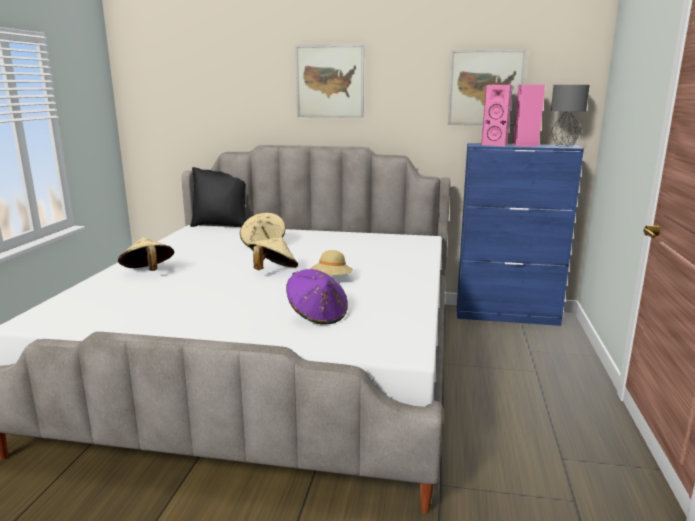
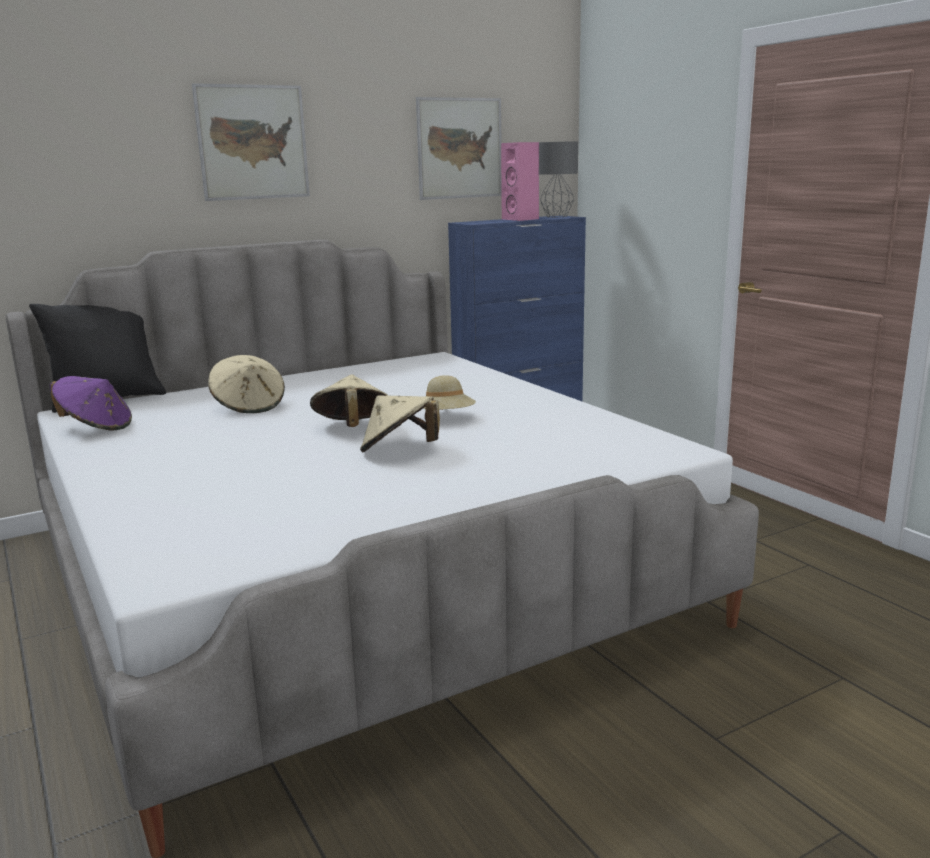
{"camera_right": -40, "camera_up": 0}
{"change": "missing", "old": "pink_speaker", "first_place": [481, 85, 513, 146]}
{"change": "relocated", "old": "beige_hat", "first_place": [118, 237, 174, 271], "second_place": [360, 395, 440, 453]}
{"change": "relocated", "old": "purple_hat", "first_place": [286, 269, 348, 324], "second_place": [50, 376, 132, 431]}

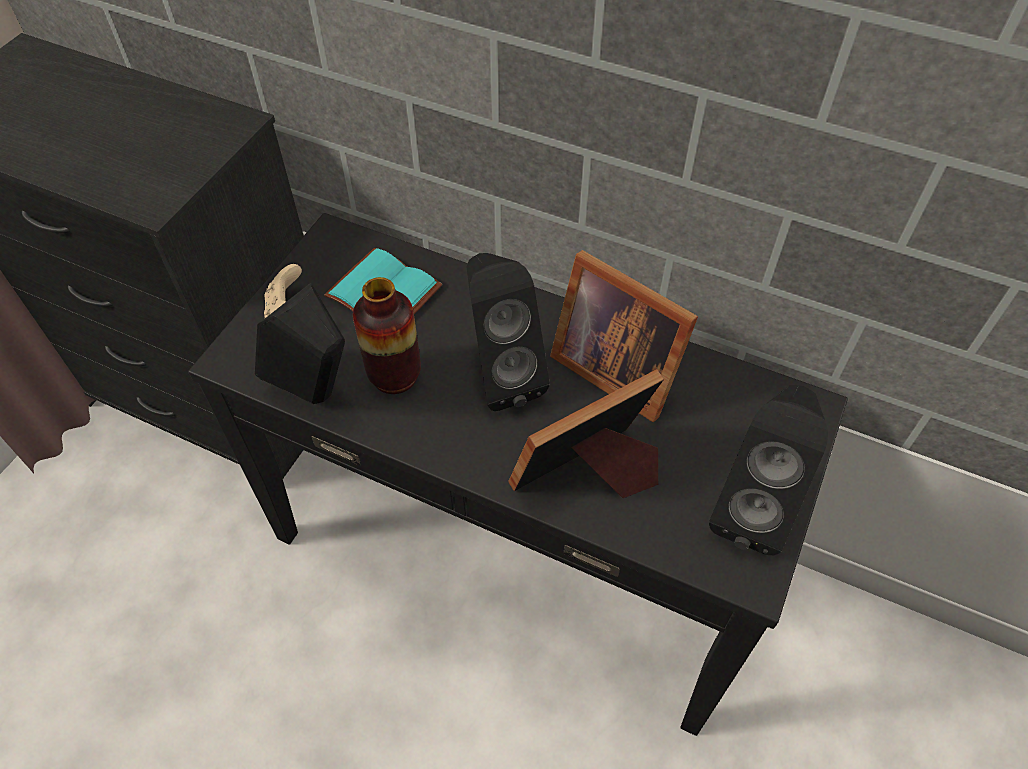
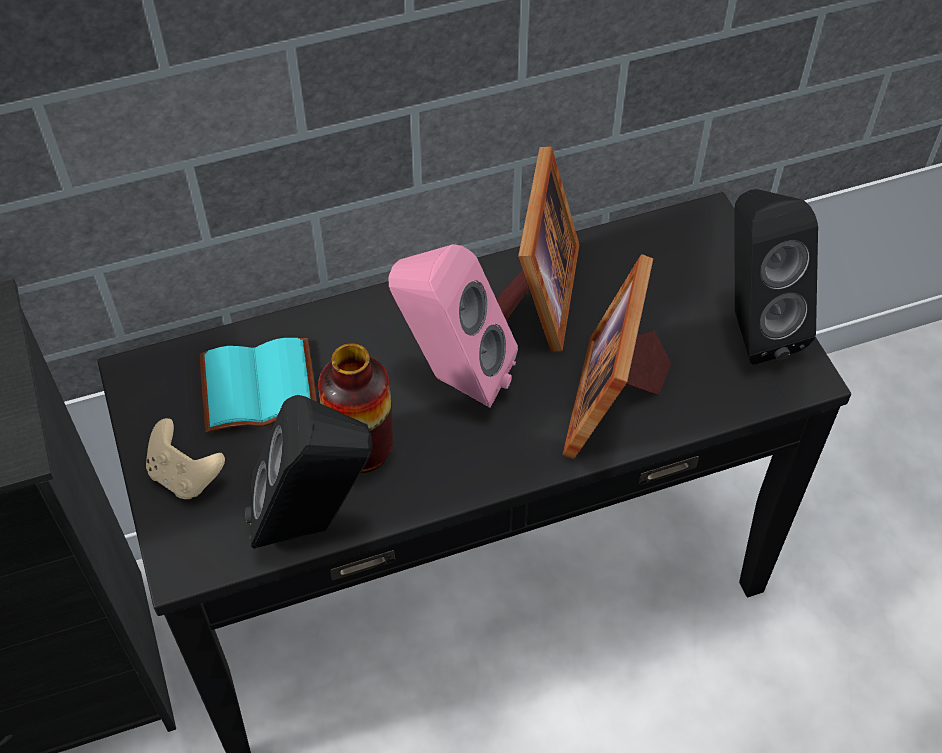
{"camera_right": -45, "camera_up": 0}
{"change": "colour", "old": "black_speaker", "new": "pink_speaker", "first_place": [467, 253, 550, 411], "second_place": [388, 244, 518, 408]}
{"change": "spun", "old": "picture_frame", "first_place": [550, 250, 698, 422], "second_place": [496, 146, 580, 352], "degrees": -75}

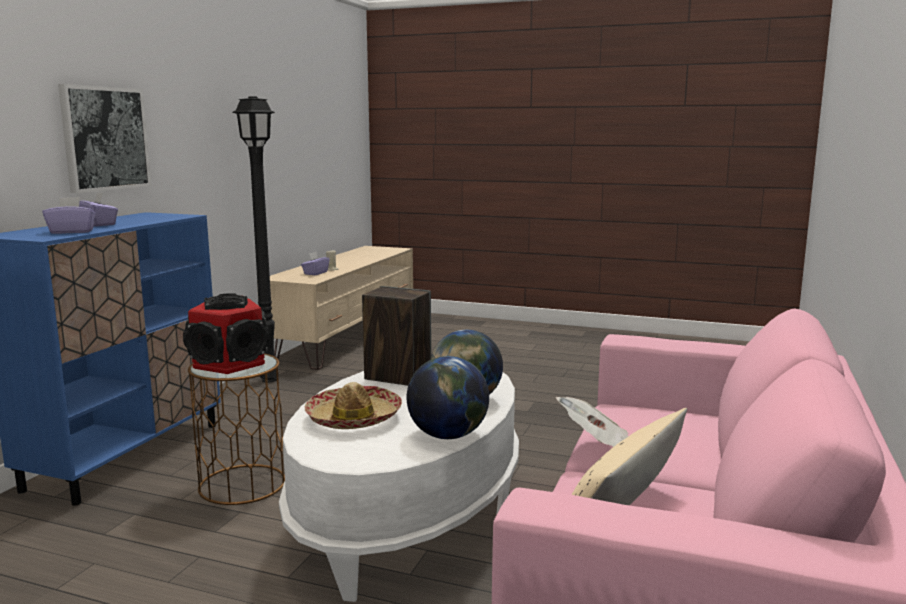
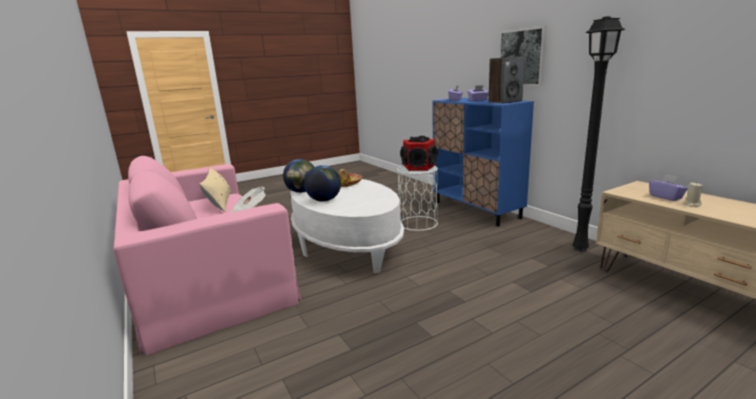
{"camera_right": 130, "camera_up": 5}
{"change": "relocated", "old": "speaker", "first_place": [362, 286, 431, 386], "second_place": [488, 56, 525, 104]}
{"change": "colour", "old": "brown_side_table", "new": "white_side_table", "first_place": [188, 354, 285, 505], "second_place": [397, 166, 438, 231]}

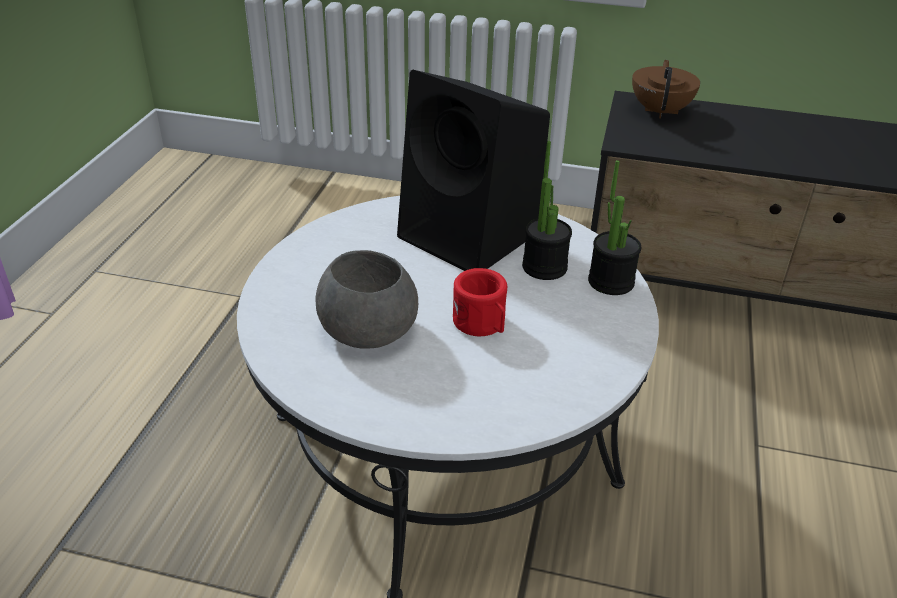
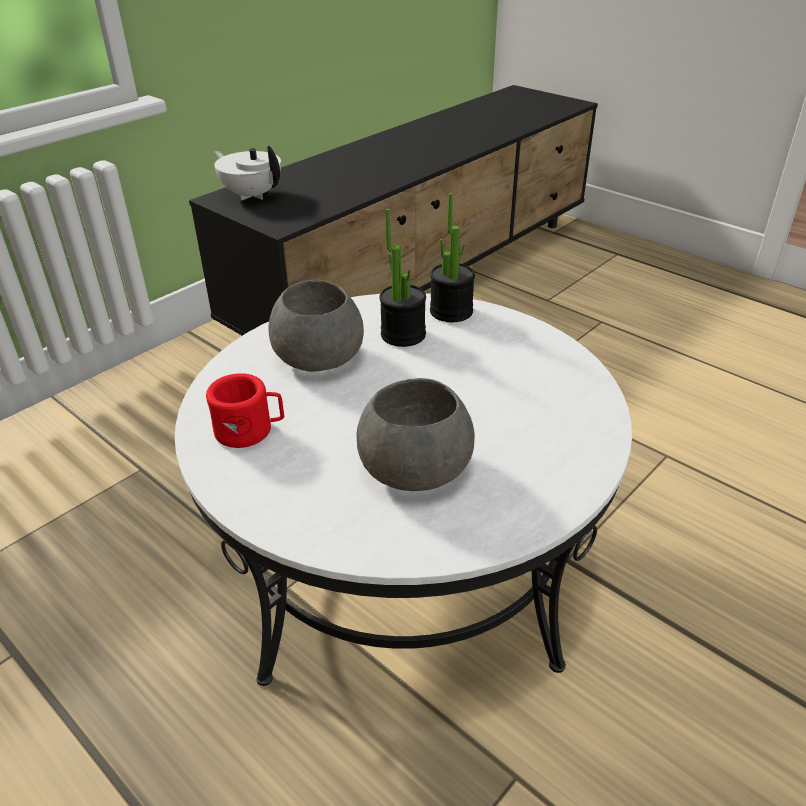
{"camera_right": -60, "camera_up": 0}
{"change": "relocated", "old": "red_mug", "first_place": [453, 268, 507, 336], "second_place": [206, 373, 284, 448]}
{"change": "exchanged", "old": "black_speaker", "new": "grey_bowl", "first_place": [397, 70, 550, 271], "second_place": [268, 280, 364, 372]}
{"change": "colour", "old": "brown_teapot", "new": "white_teapot", "first_place": [632, 60, 700, 118], "second_place": [214, 146, 281, 201]}

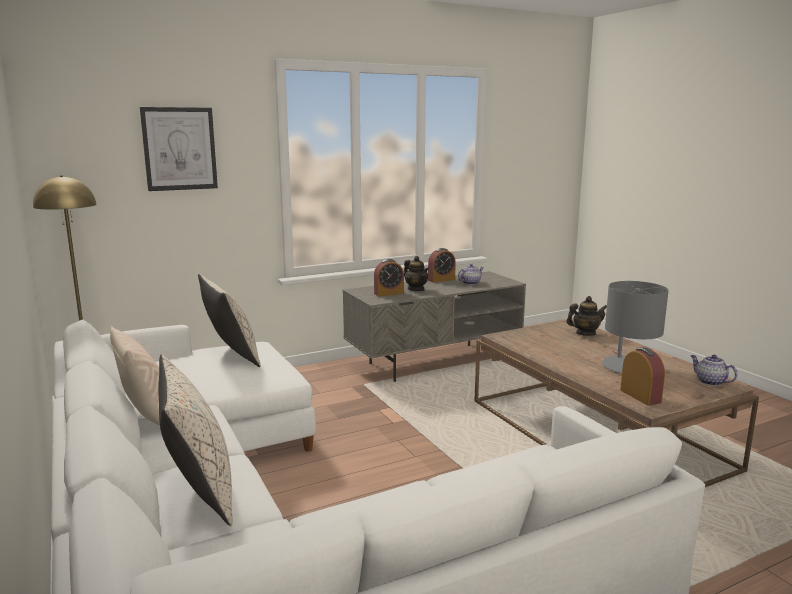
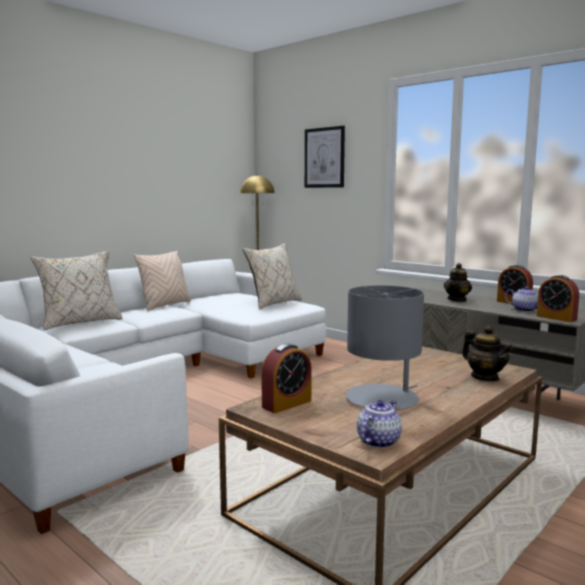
{"camera_right": 70, "camera_up": -5}
{"change": "relocated", "old": "alarm_clock", "first_place": [374, 259, 404, 296], "second_place": [537, 275, 579, 322]}

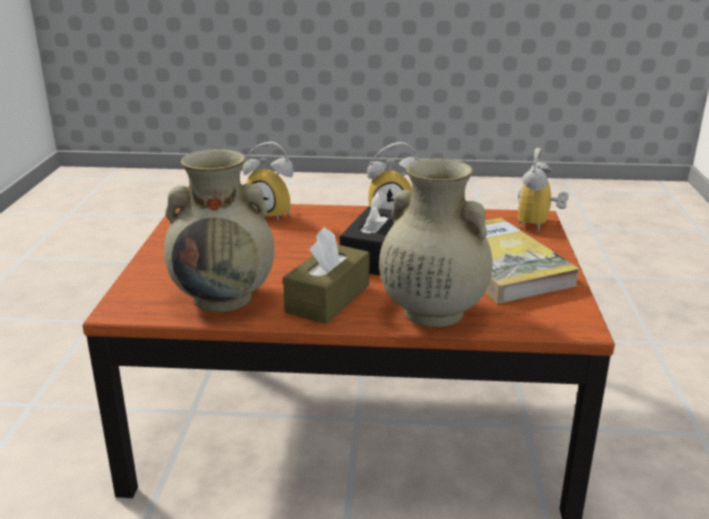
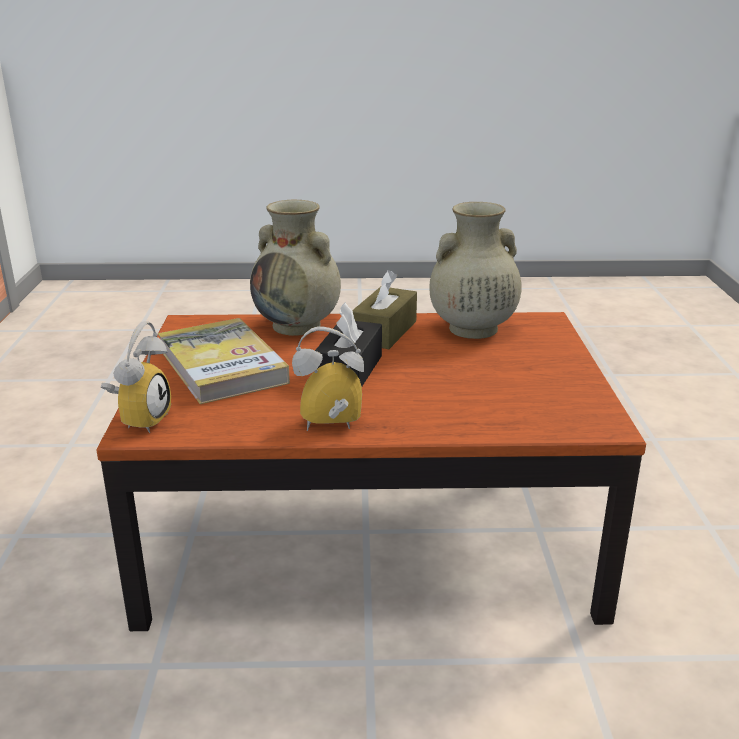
{"camera_right": 175, "camera_up": 0}
{"change": "missing", "old": "alarm_clock", "first_place": [243, 142, 293, 221]}

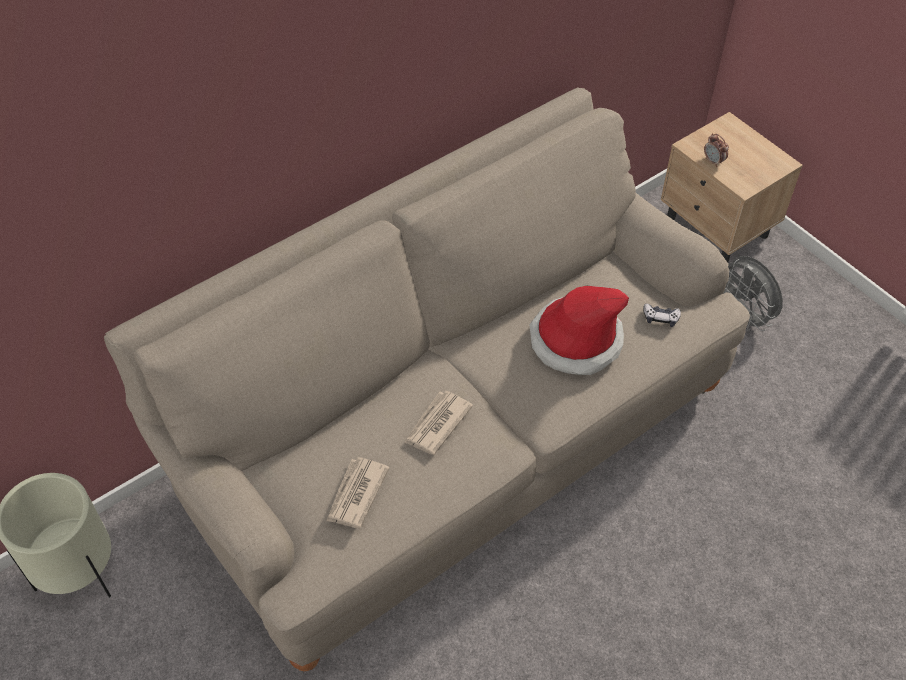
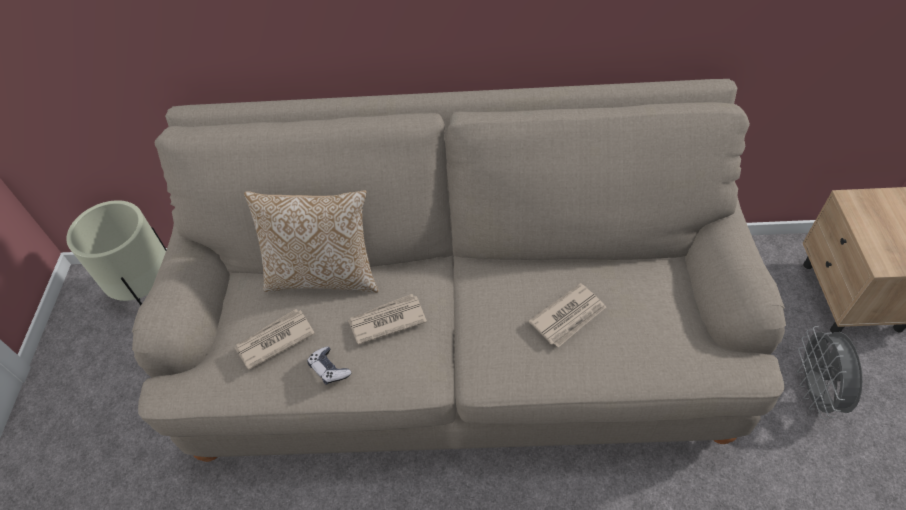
{"camera_right": 40, "camera_up": 0}
{"change": "missing", "old": "alarm_clock", "first_place": [704, 133, 729, 167]}
{"change": "appeared", "new": "pillow", "second_place": [244, 190, 379, 293]}
{"change": "relocated", "old": "game_controller", "first_place": [643, 303, 681, 327], "second_place": [307, 346, 351, 385]}
{"change": "exchanged", "old": "hat", "new": "newspaper", "first_place": [529, 286, 629, 375], "second_place": [528, 283, 606, 347]}

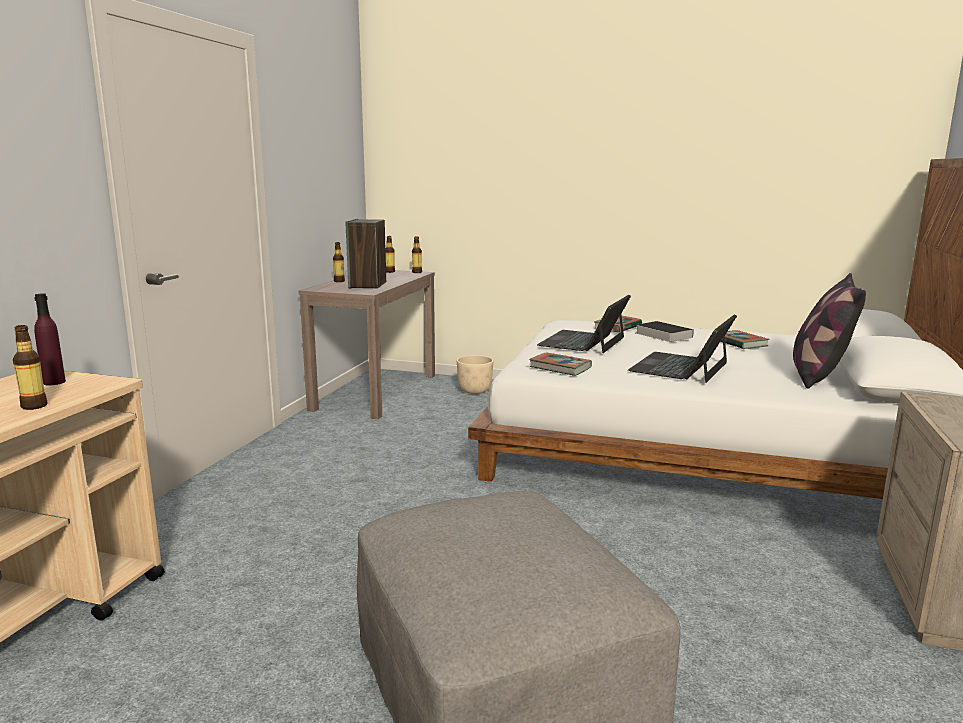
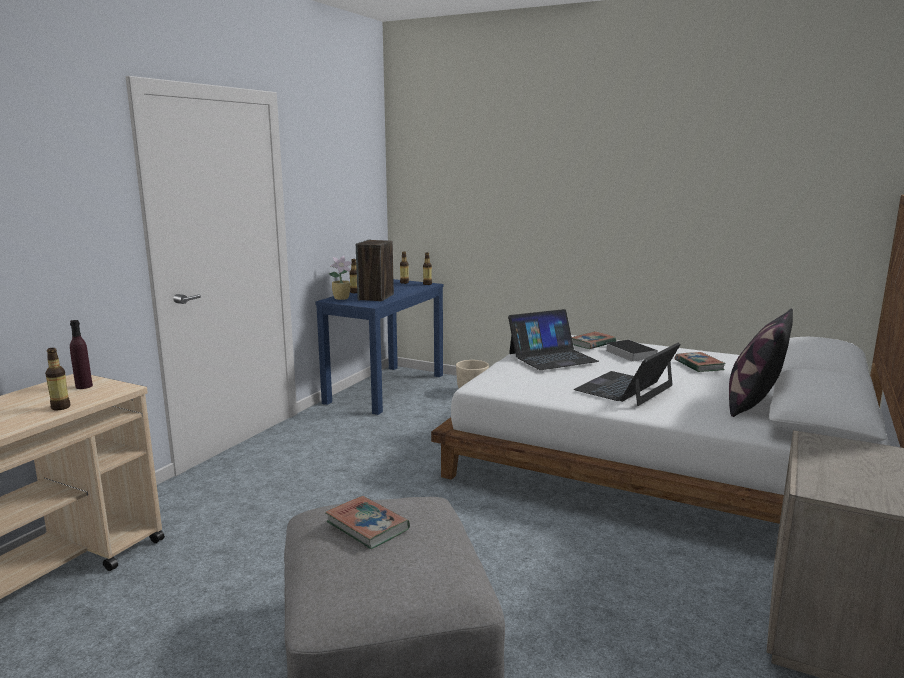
{"camera_right": 10, "camera_up": 0}
{"change": "appeared", "new": "potted_plant", "second_place": [329, 256, 352, 300]}
{"change": "relocated", "old": "book", "first_place": [529, 352, 592, 376], "second_place": [325, 496, 410, 549]}
{"change": "colour", "old": "brown_console_table", "new": "blue_console_table", "first_place": [299, 270, 435, 419], "second_place": [315, 279, 444, 415]}
{"change": "spun", "old": "laptop", "first_place": [537, 295, 631, 353], "second_place": [508, 309, 599, 370], "degrees": -150}

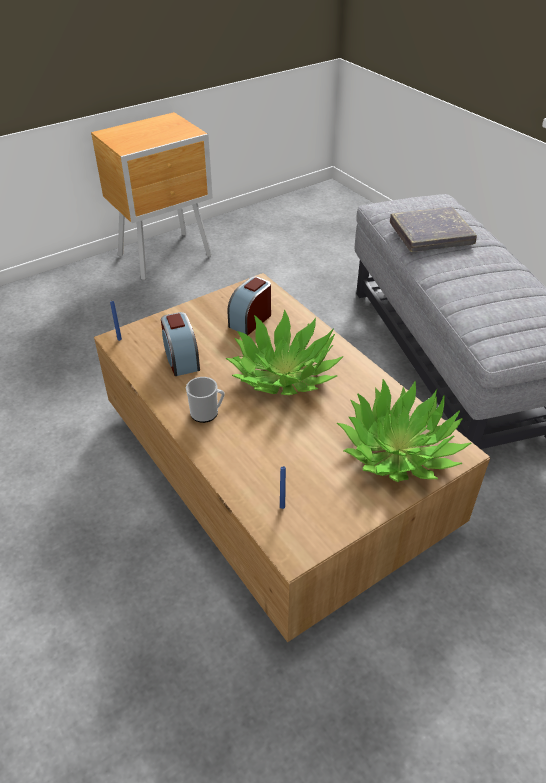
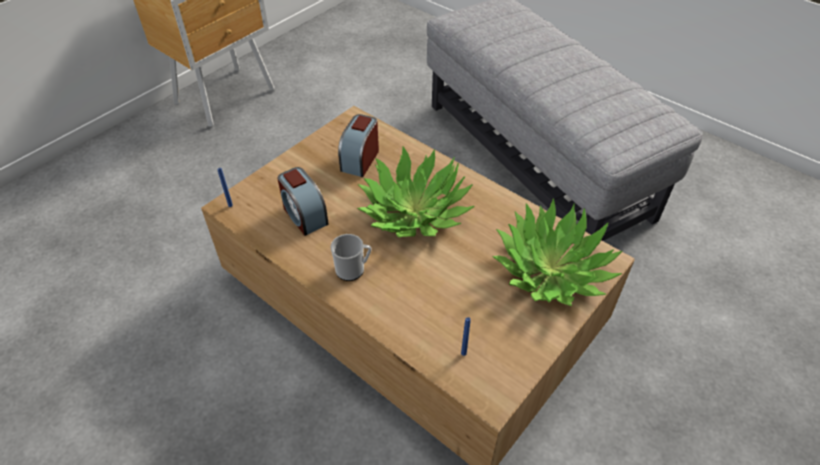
{"camera_right": -15, "camera_up": 5}
{"change": "missing", "old": "grey_book", "first_place": [390, 207, 477, 252]}

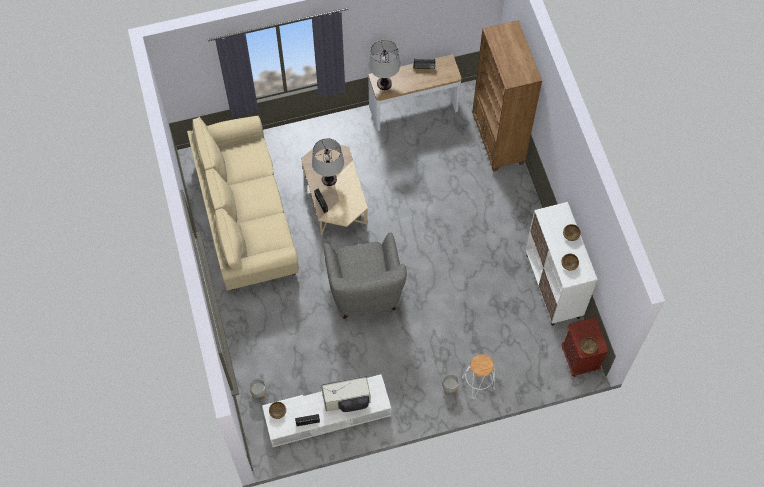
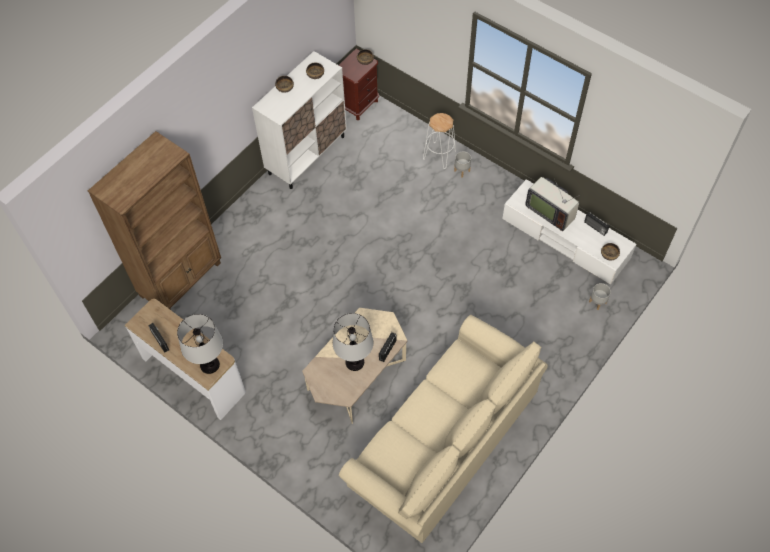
{"camera_right": -125, "camera_up": -5}
{"change": "missing", "old": "grey_armchair", "first_place": [324, 233, 407, 319]}

